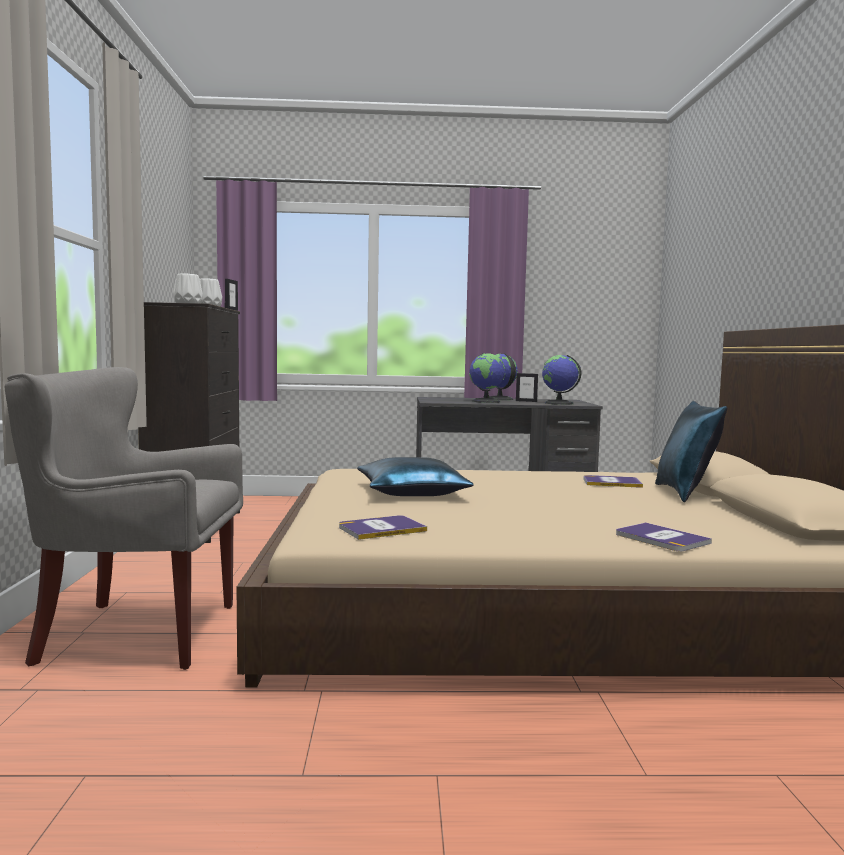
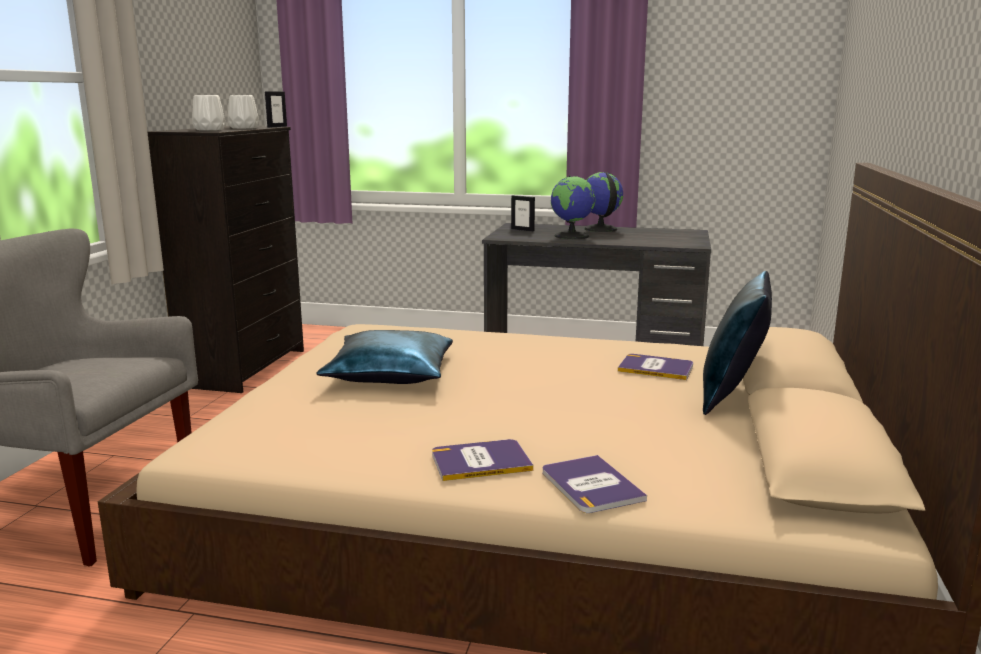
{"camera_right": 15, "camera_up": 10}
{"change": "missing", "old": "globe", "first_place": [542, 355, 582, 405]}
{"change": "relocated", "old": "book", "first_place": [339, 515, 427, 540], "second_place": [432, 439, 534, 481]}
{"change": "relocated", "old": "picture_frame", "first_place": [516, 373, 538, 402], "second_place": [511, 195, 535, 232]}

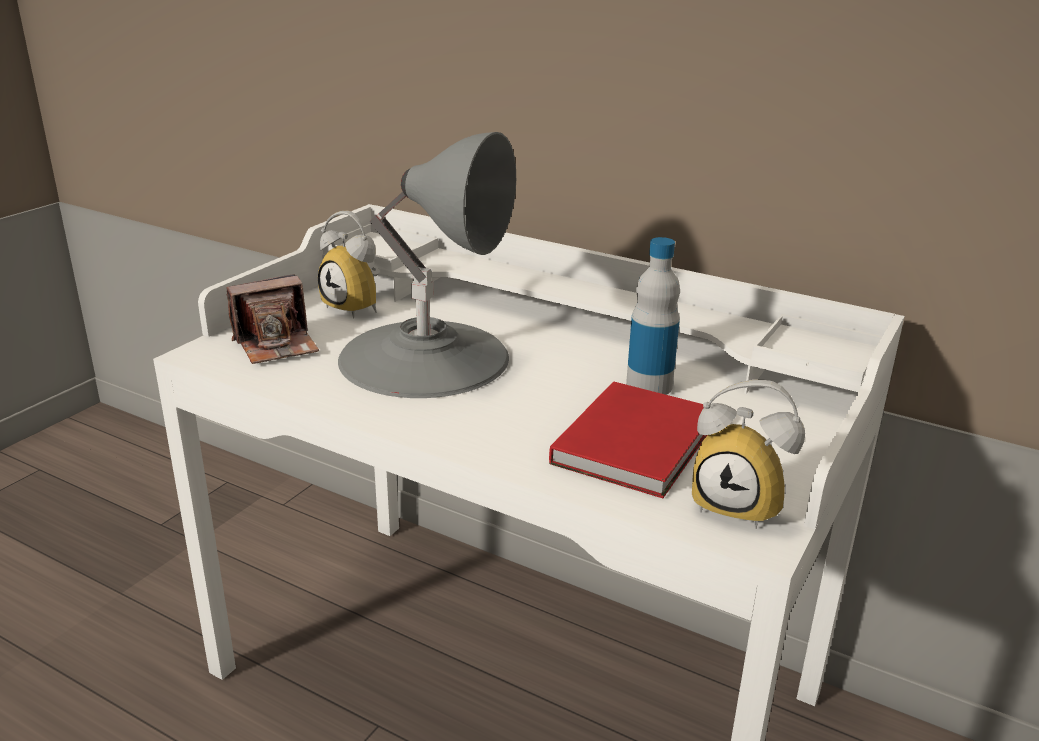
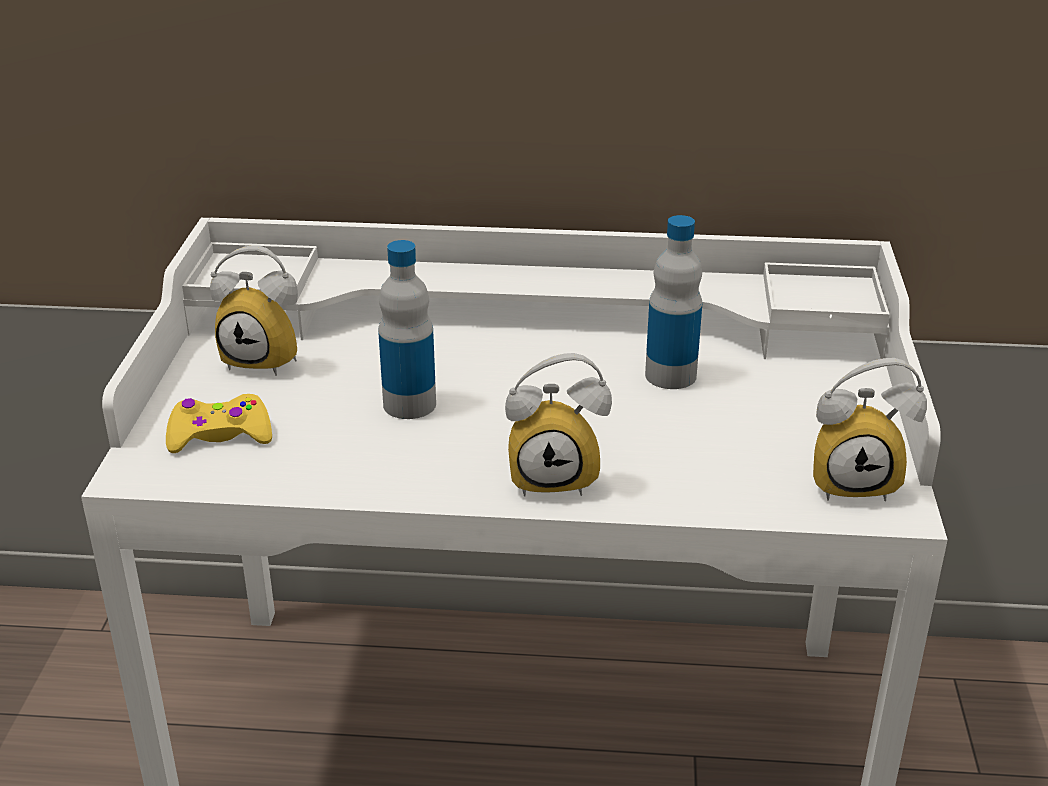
{"camera_right": -25, "camera_up": 5}
{"change": "missing", "old": "red_book", "first_place": [549, 381, 707, 498]}
{"change": "appeared", "new": "alarm_clock", "second_place": [505, 353, 612, 497]}
{"change": "exchanged", "old": "photo_camera", "new": "yellow_game_controller", "first_place": [226, 274, 319, 364], "second_place": [166, 394, 272, 453]}
{"change": "exchanged", "old": "grey_table_lamp", "new": "bottle", "first_place": [338, 132, 516, 398], "second_place": [378, 240, 436, 419]}

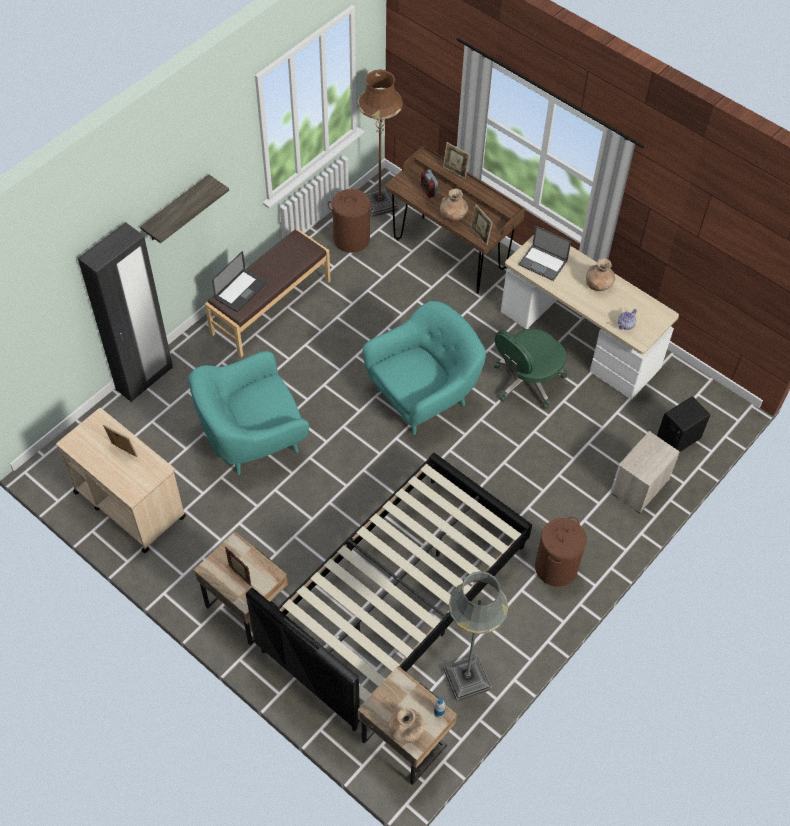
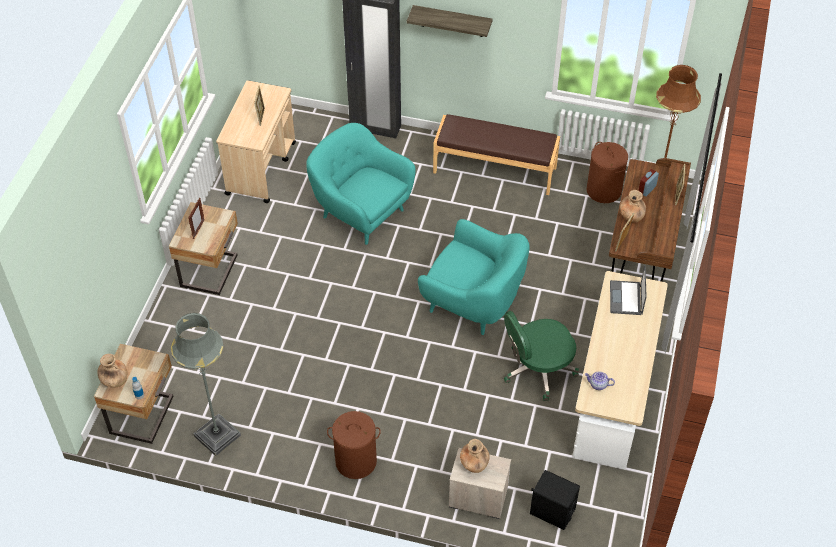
{"camera_right": 65, "camera_up": -5}
{"change": "missing", "old": "laptop", "first_place": [212, 251, 266, 312]}
{"change": "missing", "old": "black_bed", "first_place": [246, 453, 532, 731]}
{"change": "relocated", "old": "brown_vase", "first_place": [586, 258, 615, 291], "second_place": [460, 439, 490, 473]}
{"change": "spun", "old": "green_office_chair", "first_place": [494, 329, 567, 409], "second_place": [504, 311, 579, 401], "degrees": -45}

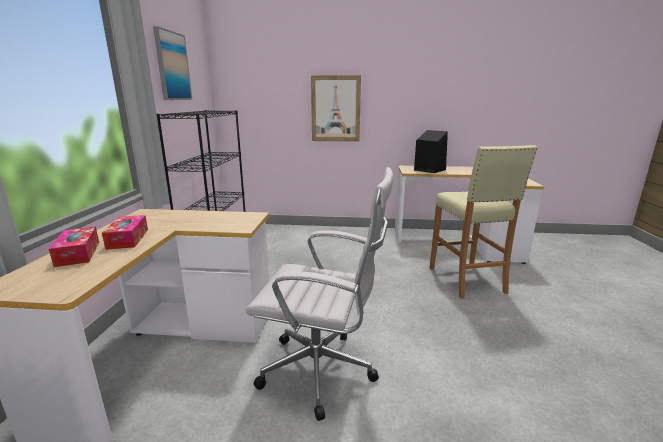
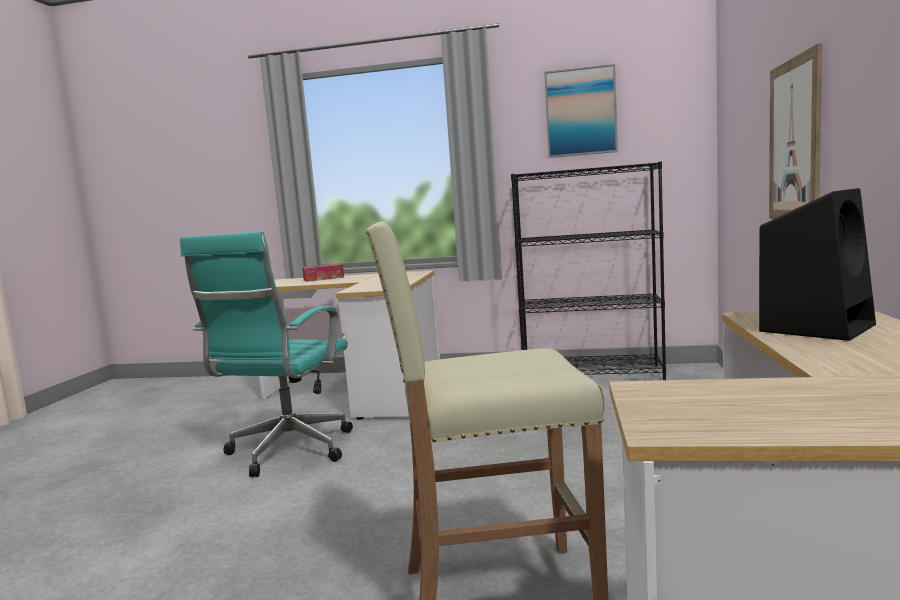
{"camera_right": 95, "camera_up": -10}
{"change": "missing", "old": "tissue_box", "first_place": [102, 215, 148, 250]}
{"change": "colour", "old": "white_office_chair", "new": "turquoise_office_chair", "first_place": [246, 167, 393, 421], "second_place": [180, 231, 353, 477]}

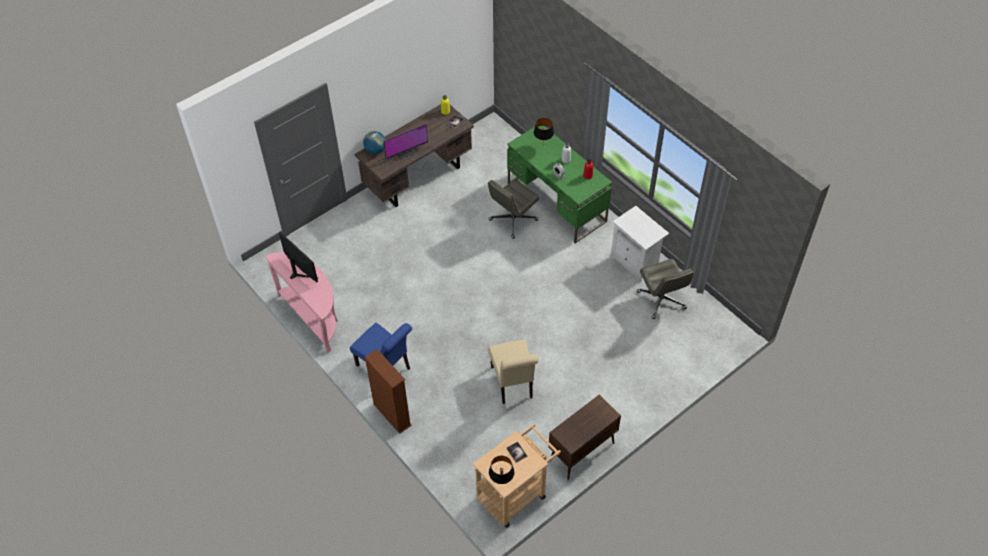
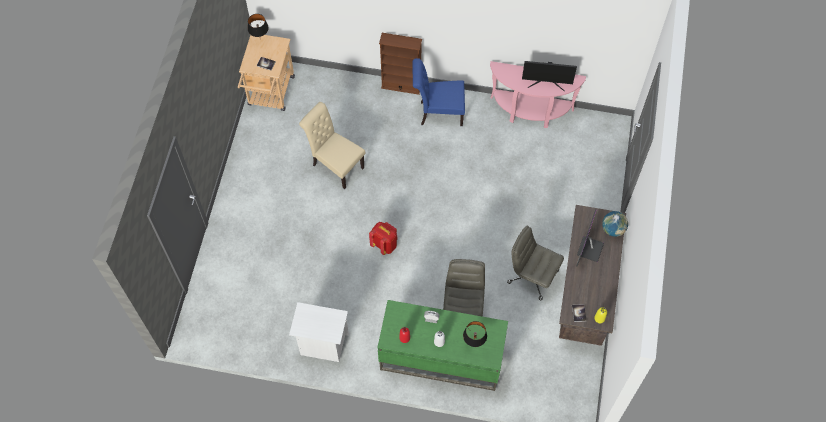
{"camera_right": 140, "camera_up": 10}
{"change": "missing", "old": "brown_cabinet", "first_place": [548, 395, 621, 480]}
{"change": "appeared", "new": "red_backpack", "second_place": [369, 222, 397, 255]}
{"change": "relocated", "old": "grey_office_chair", "first_place": [637, 259, 694, 319], "second_place": [507, 226, 564, 300]}

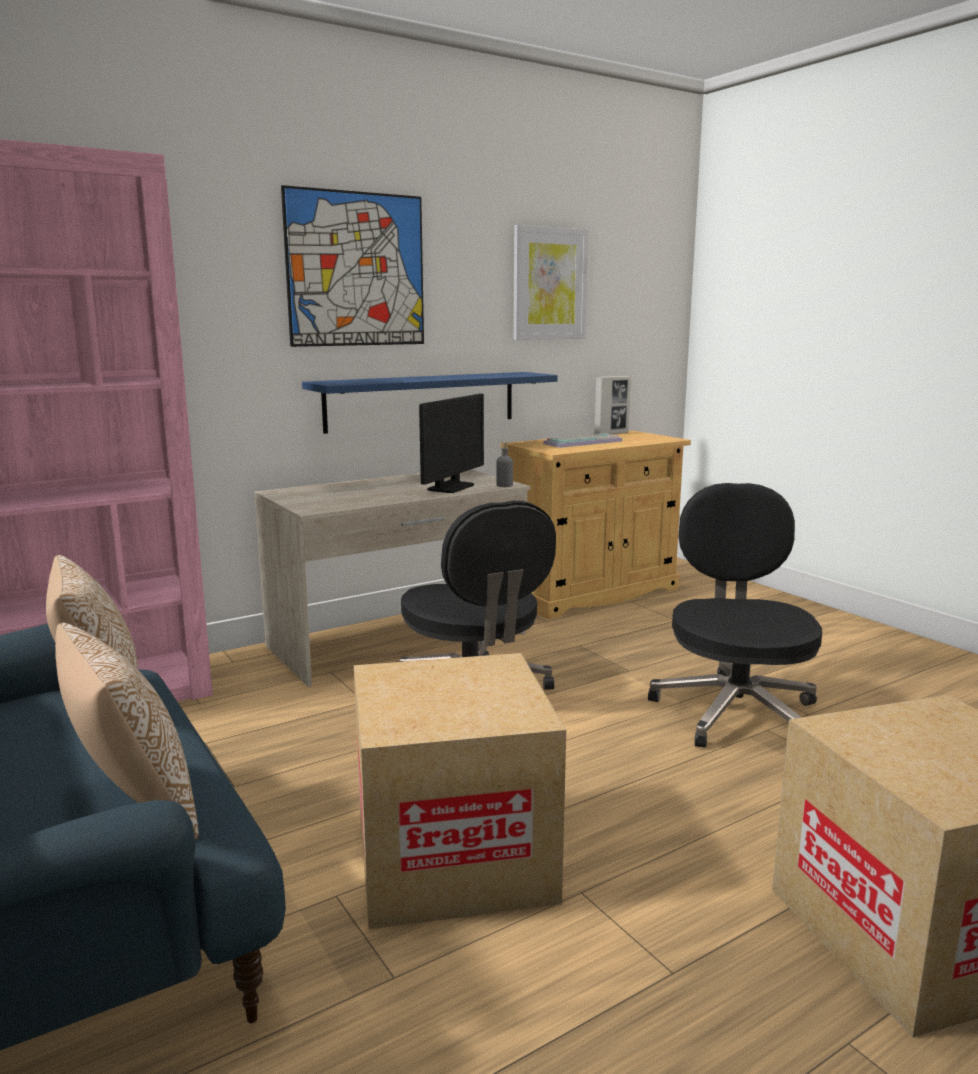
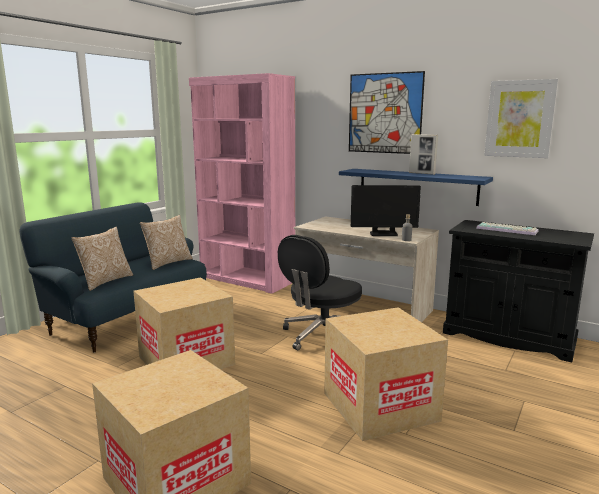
{"camera_right": 65, "camera_up": 0}
{"change": "relocated", "old": "picture_frame", "first_place": [594, 376, 631, 434], "second_place": [409, 134, 438, 175]}
{"change": "exchanged", "old": "black_office_chair", "new": "cardboard_box", "first_place": [648, 483, 822, 748], "second_place": [324, 307, 448, 441]}
{"change": "colour", "old": "beige_cabinet", "new": "black_cabinet", "first_place": [501, 431, 691, 619], "second_place": [443, 220, 594, 362]}

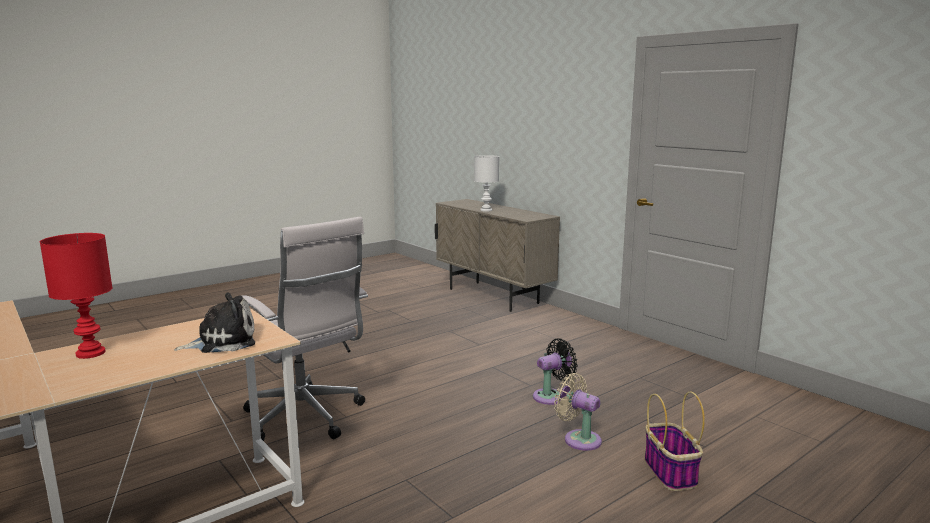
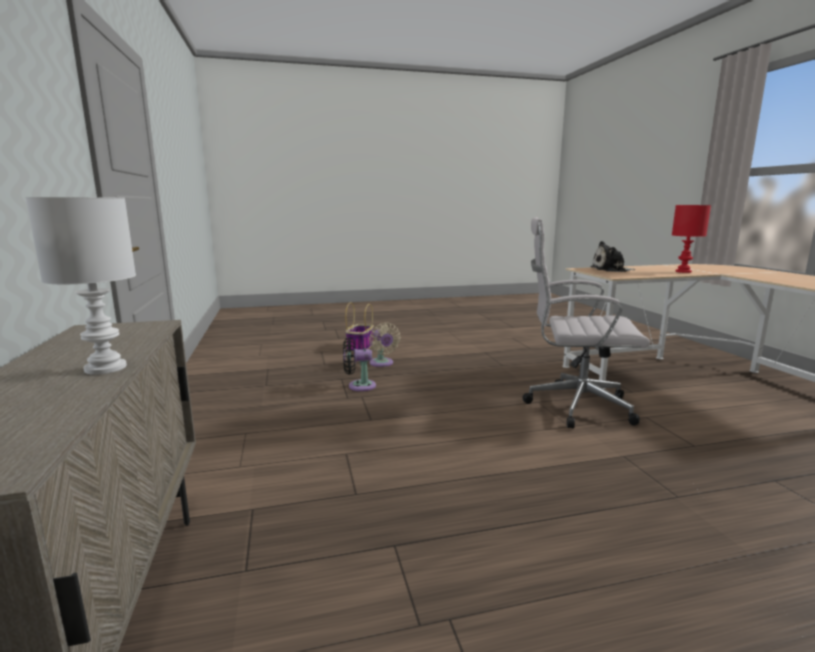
{"camera_right": -155, "camera_up": 0}
{"change": "spun", "old": "white_office_chair", "first_place": [242, 216, 368, 441], "second_place": [522, 217, 650, 428], "degrees": -60}

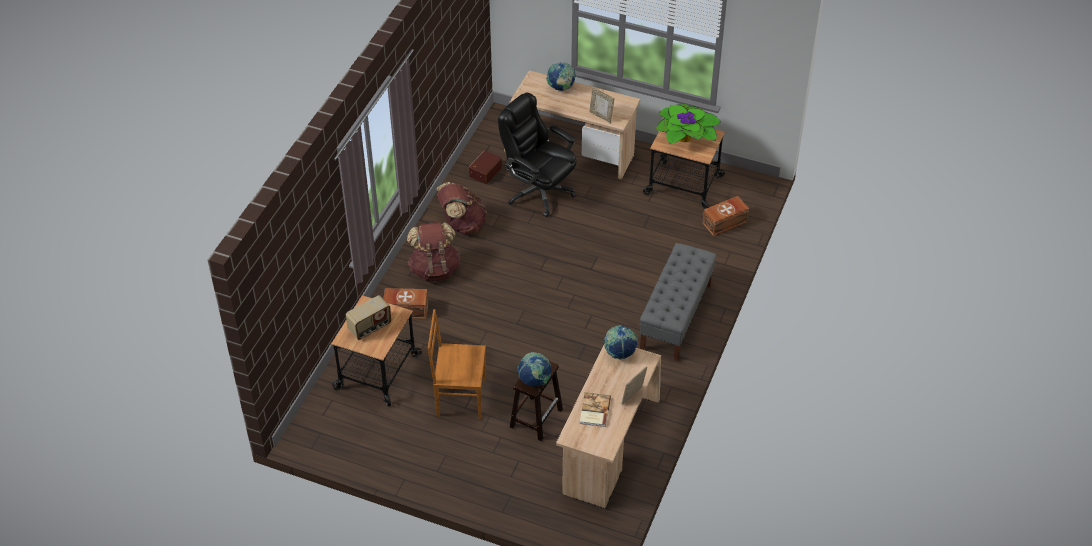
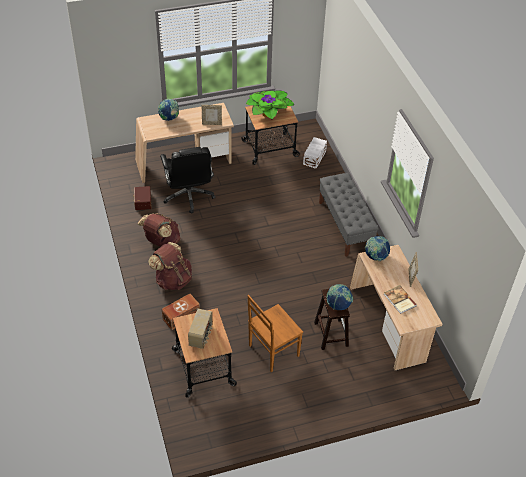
{"camera_right": -40, "camera_up": 0}
{"change": "colour", "old": "brown_storage_box", "new": "white_storage_box", "first_place": [703, 196, 749, 236], "second_place": [303, 137, 327, 169]}
{"change": "spun", "old": "black_office_chair", "first_place": [498, 92, 577, 217], "second_place": [160, 147, 216, 214], "degrees": -105}

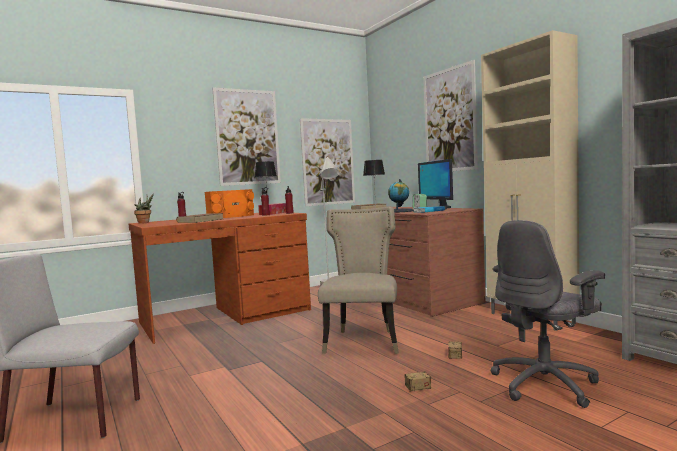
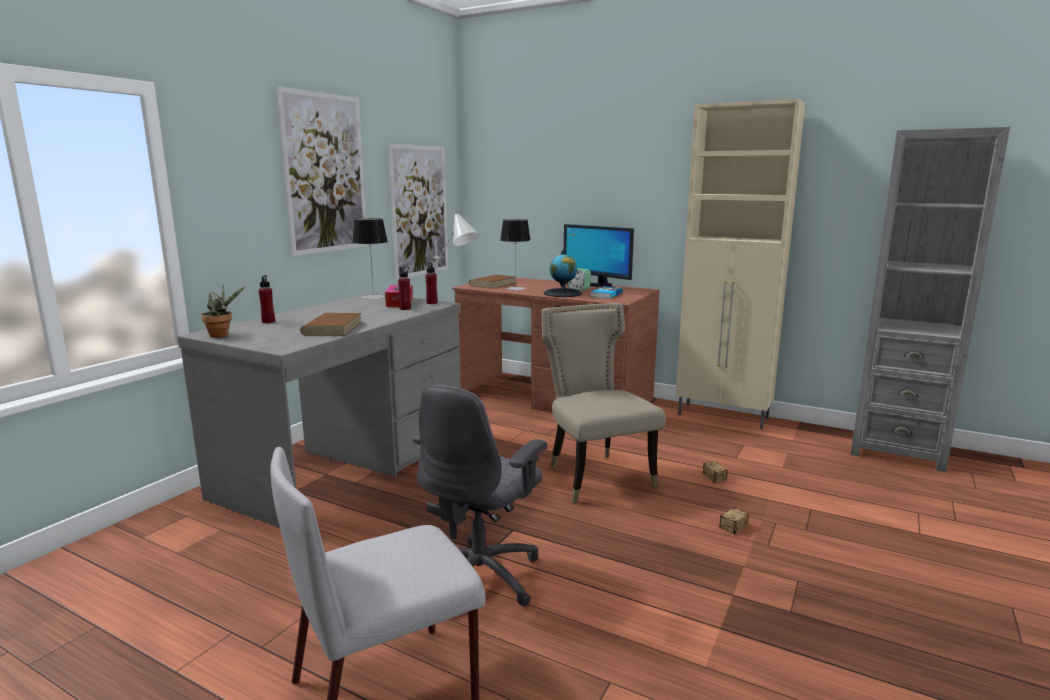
{"camera_right": -30, "camera_up": 10}
{"change": "missing", "old": "orange_speaker", "first_place": [204, 189, 254, 218]}
{"change": "missing", "old": "picture", "first_place": [423, 60, 478, 171]}
{"change": "relocated", "old": "grey_office_chair", "first_place": [491, 220, 605, 408], "second_place": [413, 385, 547, 606]}
{"change": "colour", "old": "brown_desk", "new": "grey_desk", "first_place": [129, 213, 311, 344], "second_place": [177, 293, 461, 528]}

